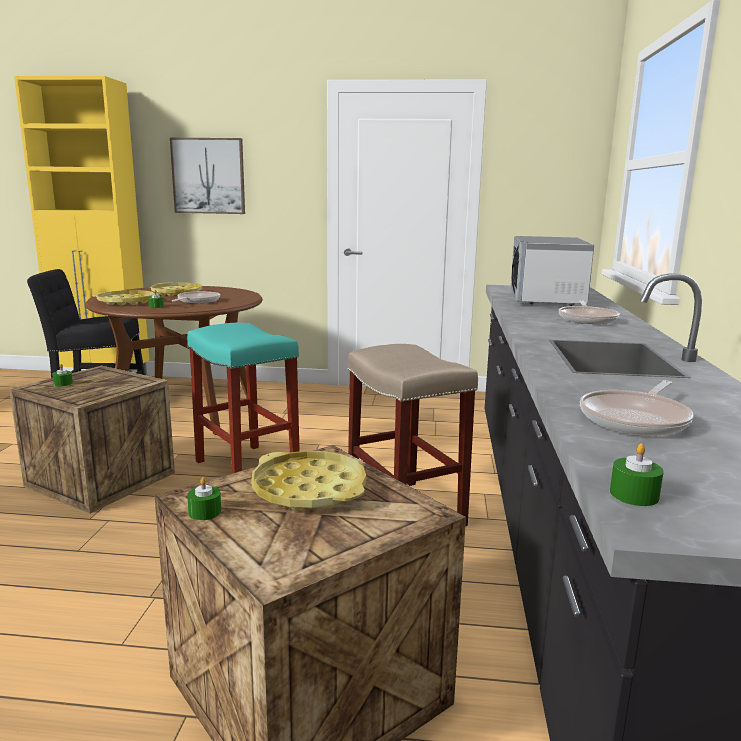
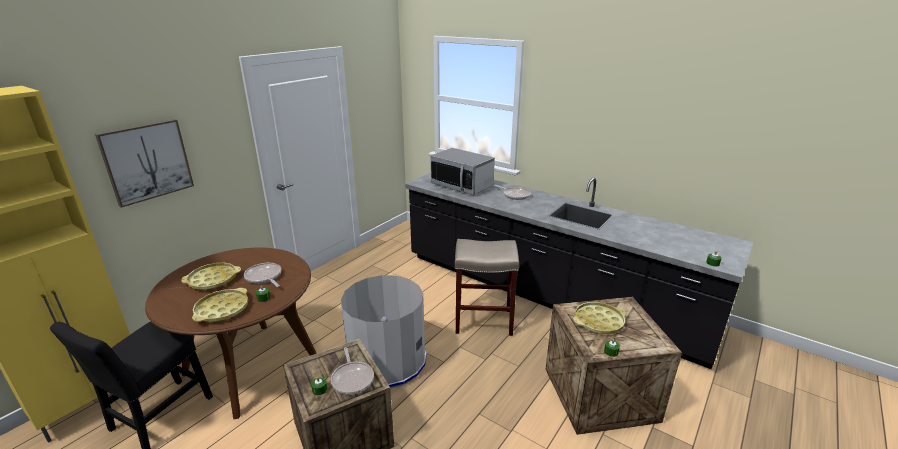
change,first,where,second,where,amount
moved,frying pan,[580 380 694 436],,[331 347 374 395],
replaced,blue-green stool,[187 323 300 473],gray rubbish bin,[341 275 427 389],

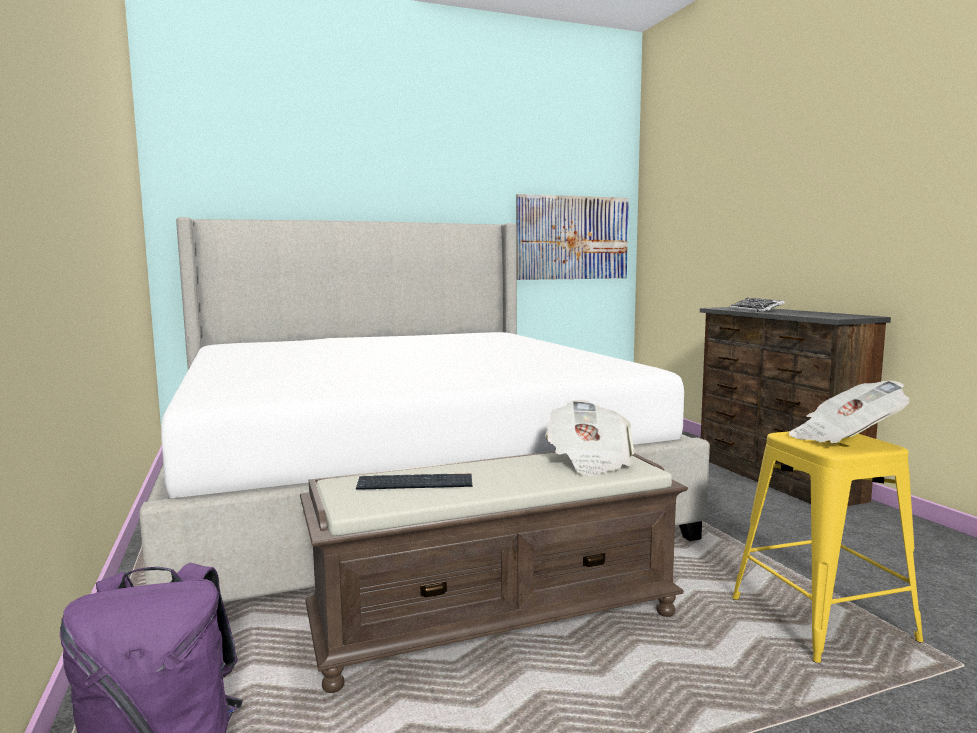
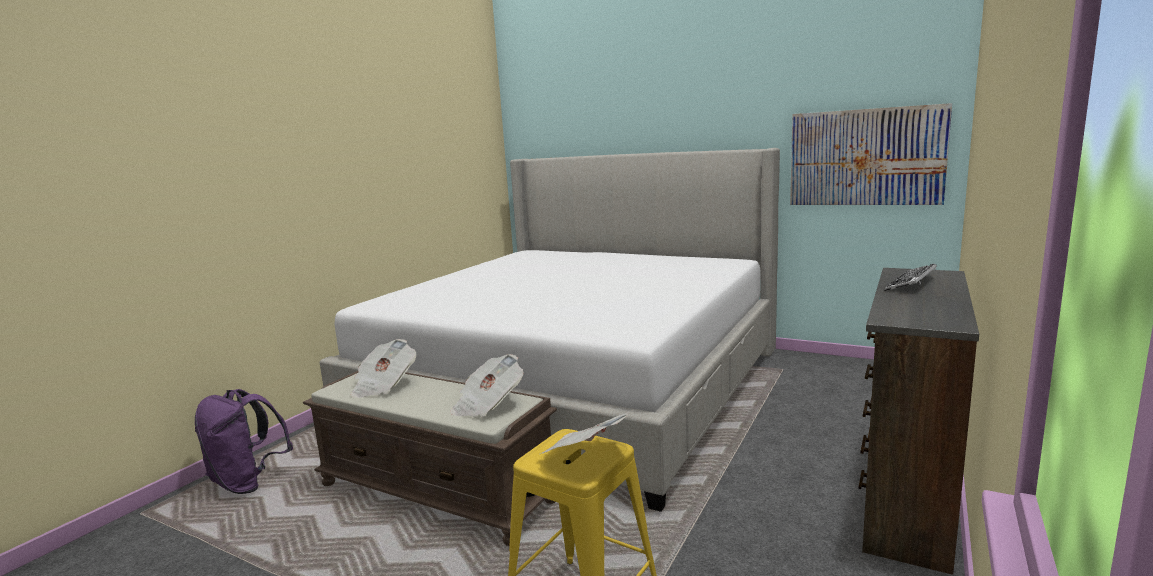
change,first,where,second,where,amount
replaced,keyboard,[356 474 472 490],daily paper,[351 339 416 398],

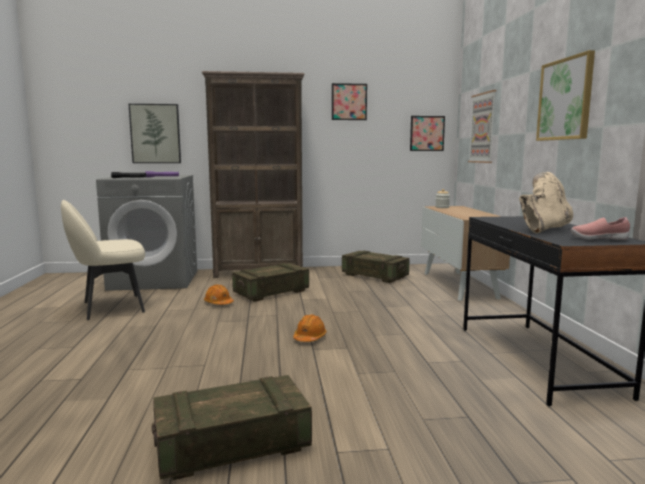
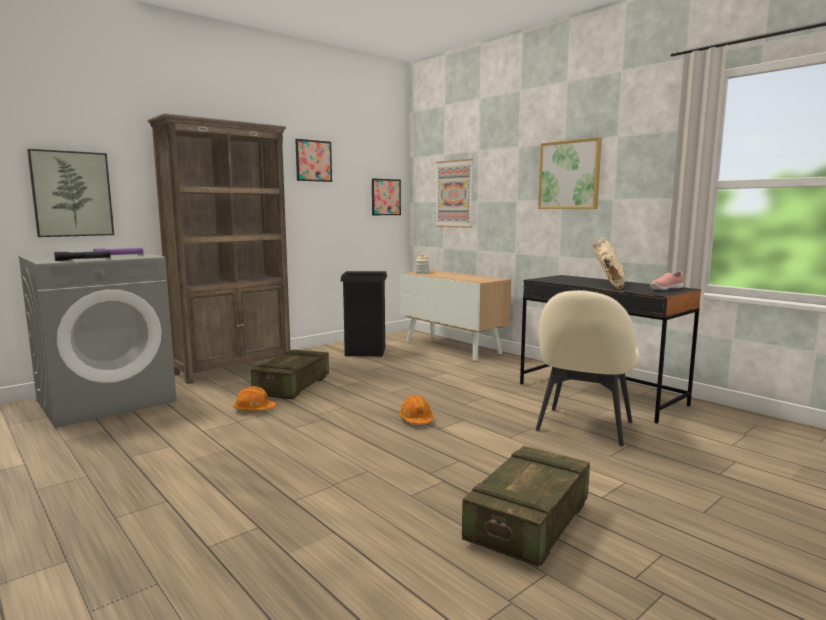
change,first,where,second,where,amount
replaced,crate,[342 251 410 283],black rubbish bin,[340 271 387 356],
moved,beige chair,[61 200 145 320],,[536 290 640 446],

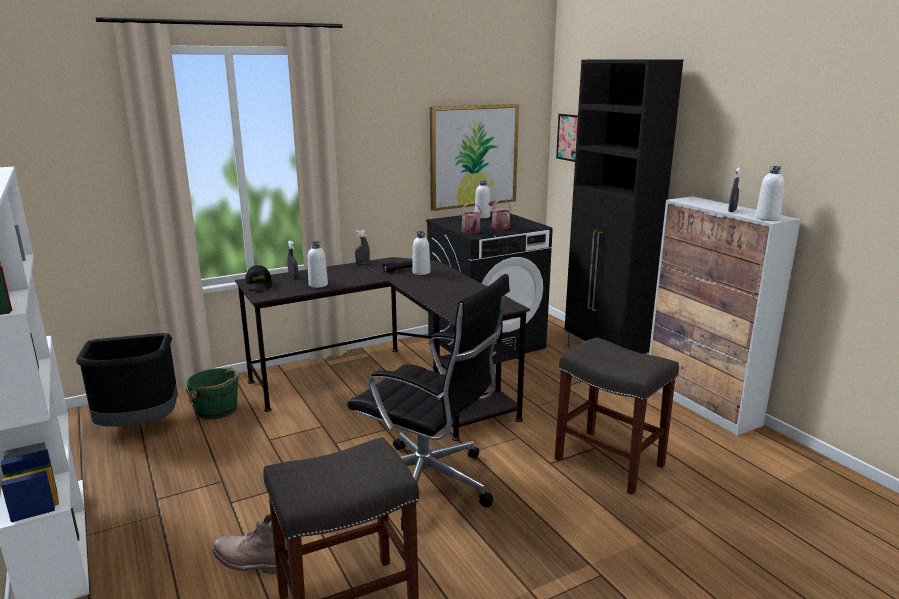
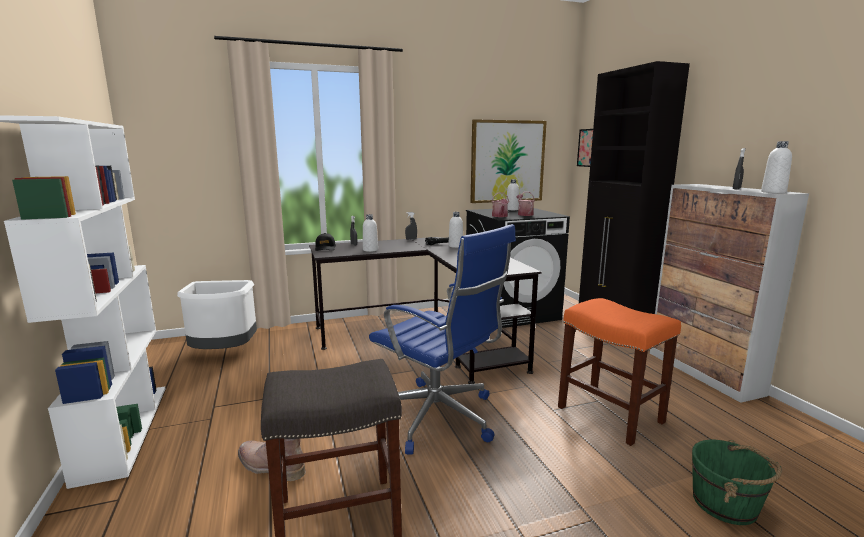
change,first,where,second,where,amount
recoloured,black rubbish bin,[76 333 178 427],white-coloured rubbish bin,[177 280 257 349],
recoloured,black computer chair,[347 274 510 531],blue-coloured computer chair,[369 224 516 455],
recoloured,gray stool,[555 337 679 495],orangey stool,[558 298 681 446],
moved,green-coloured water bucket,[186 367 239 419],,[692 440 782 525],

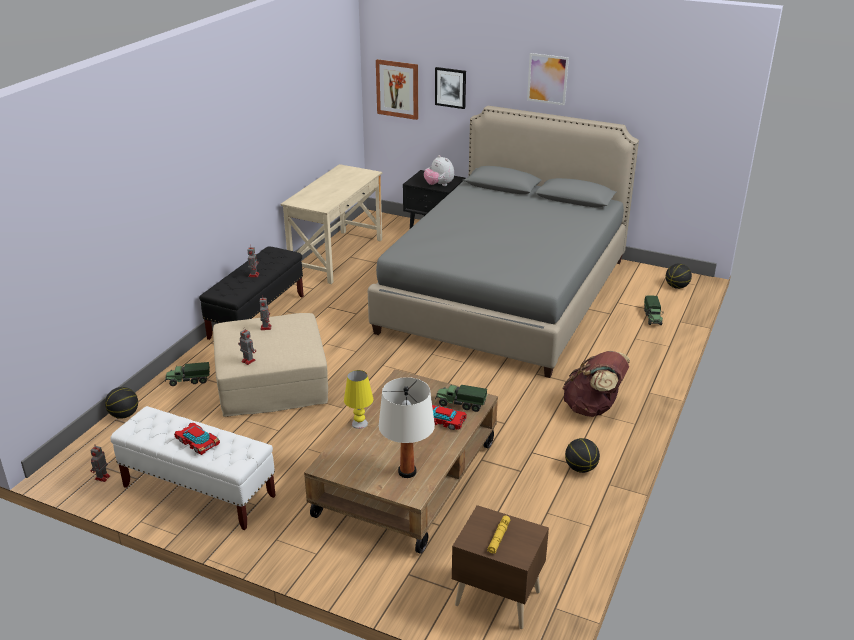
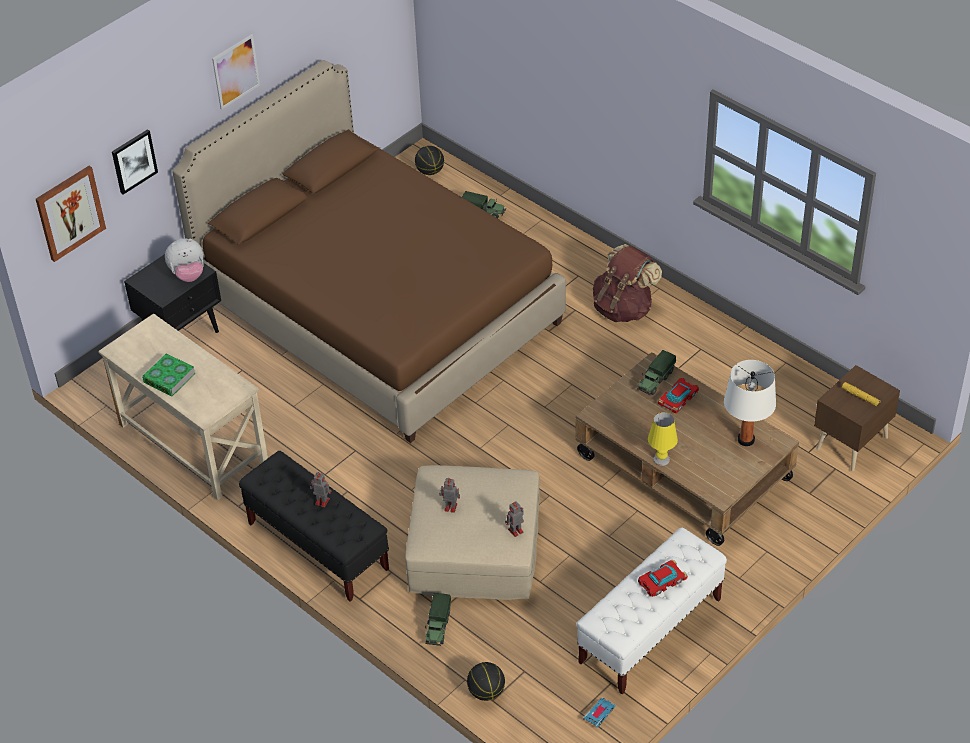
change,first,where,second,where,amount
added,,,book,[142 353 196 396],
recoloured,gray bed,[368 106 639 378],brown bed,[172 60 566 443],
replaced,model robot,[90 444 110 482],miniature car,[583 698 616 728],
removed,basketball,[565 438 600 473],,,

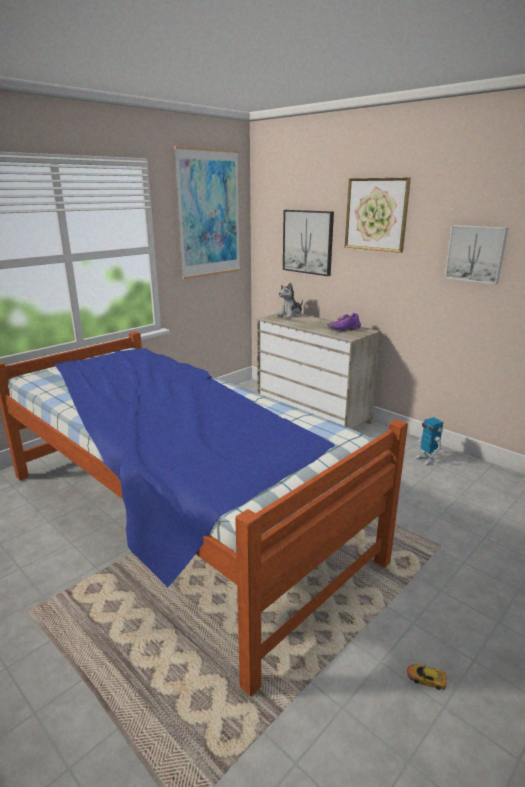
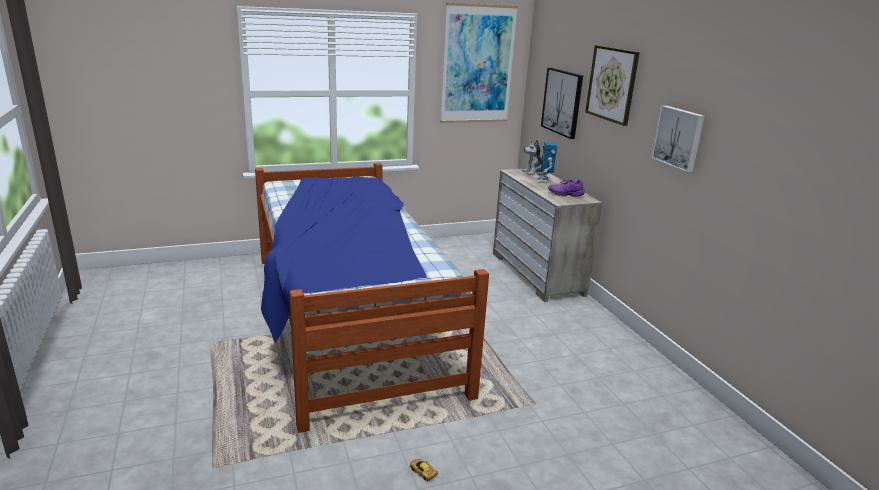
change,first,where,second,where,amount
moved,model robot,[414 417 443 466],,[535 142 557 183],

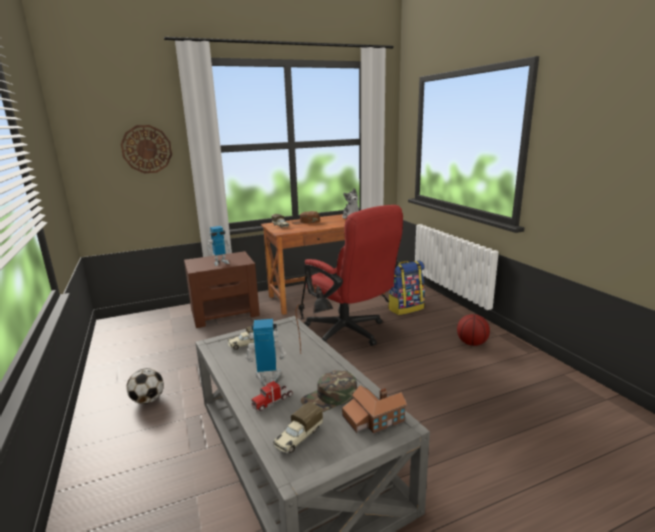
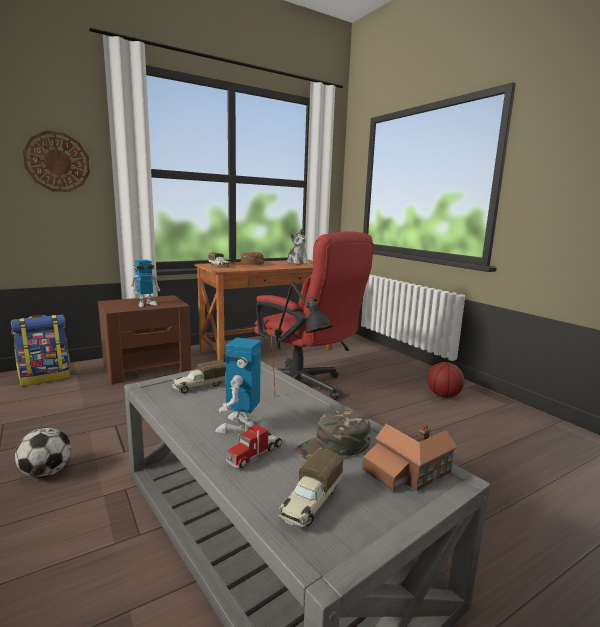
change,first,where,second,where,amount
moved,knapsack,[388 261 425 315],,[11 315 70 386],
turned,model robot,[245 319 287 385],,[215 337 261 434],60 degrees counterclockwise

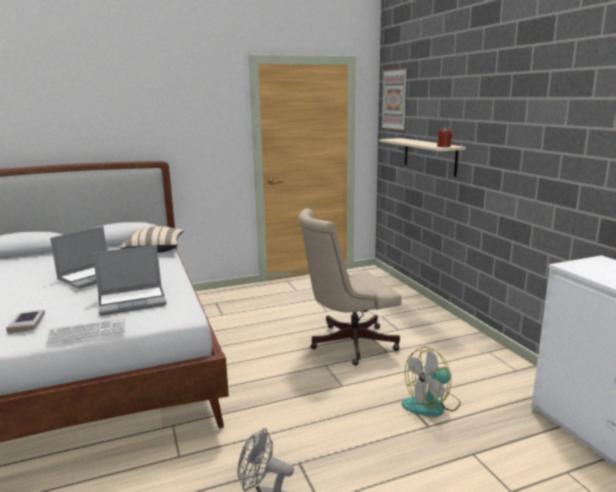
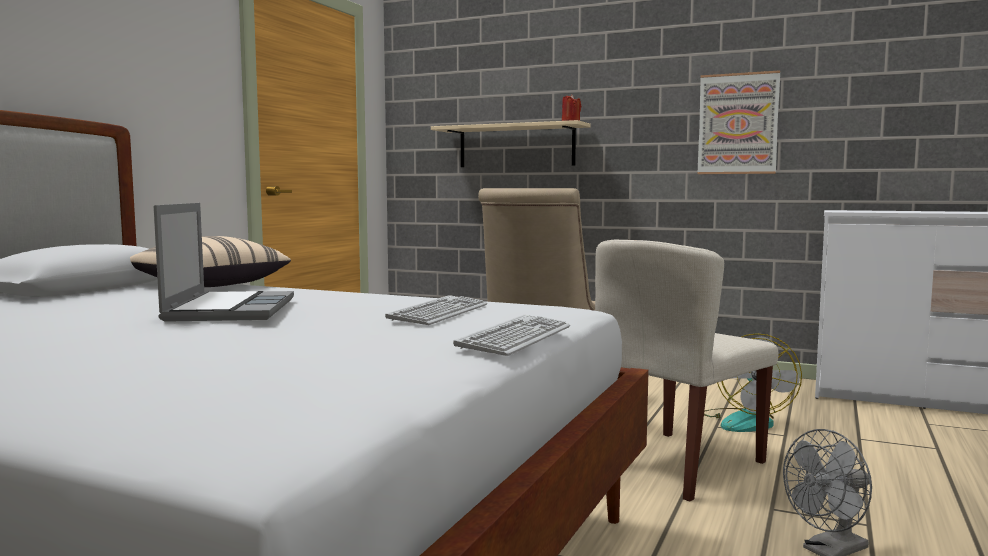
change,first,where,second,where,amount
replaced,laptop,[92 245 167 316],keyboard,[385 295 487 325],
added,,,beige chair,[595 240 778 502],
moved,wall picture,[381 69 408 130],,[697 70 780 174],
removed,book,[6 310 45 334],,,

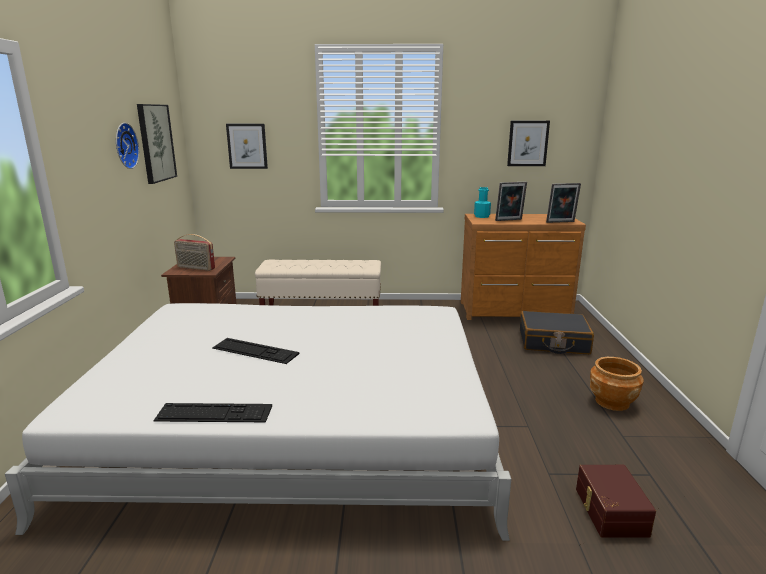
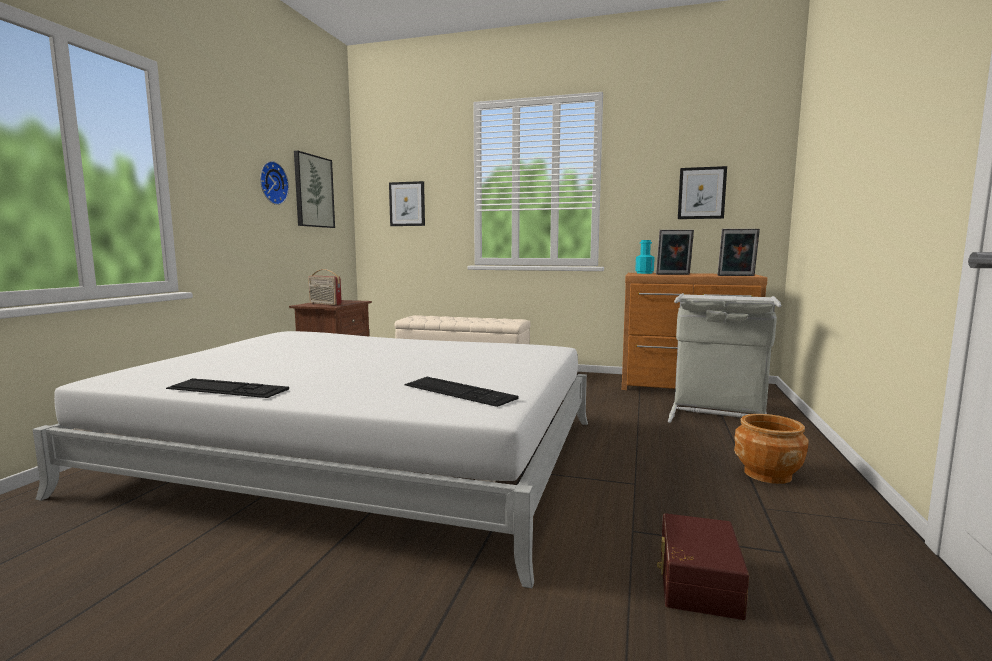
change,first,where,second,where,amount
moved,keyboard,[212 338 299 364],,[404 377 519 407],
replaced,black suitcase,[520 311 594 354],gray washing basket,[668 293 781 423],

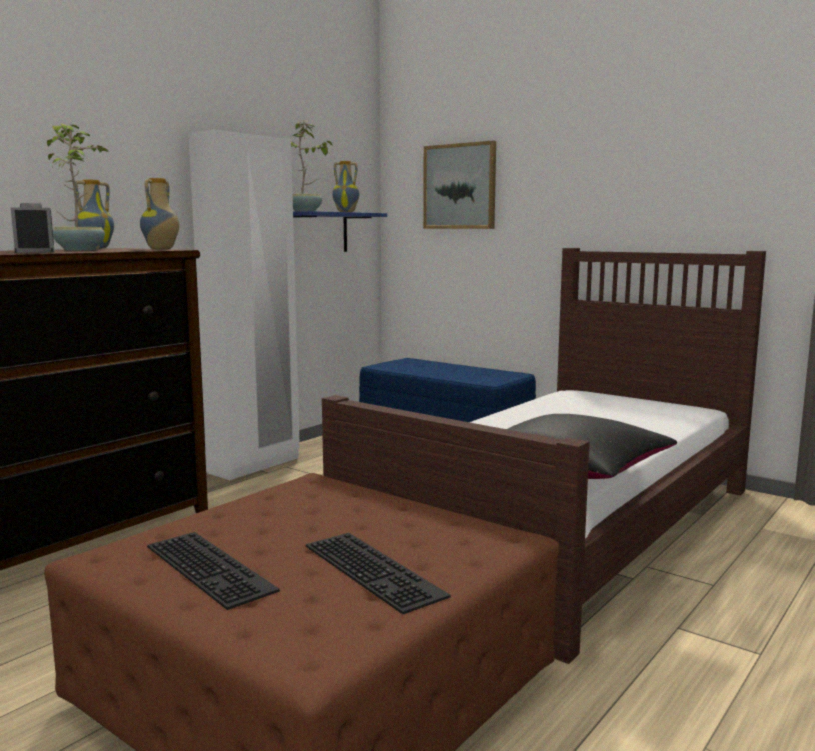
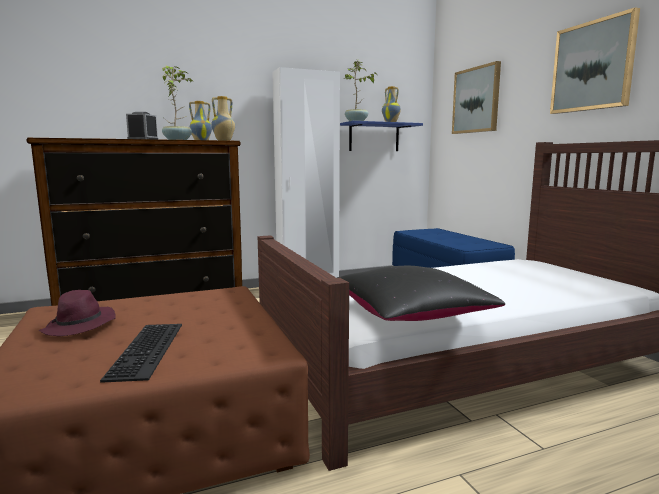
change,first,where,second,where,amount
replaced,keyboard,[147 532 280 610],purple hat,[39 290 116 336],
added,,,wall picture,[550 7 640 114],

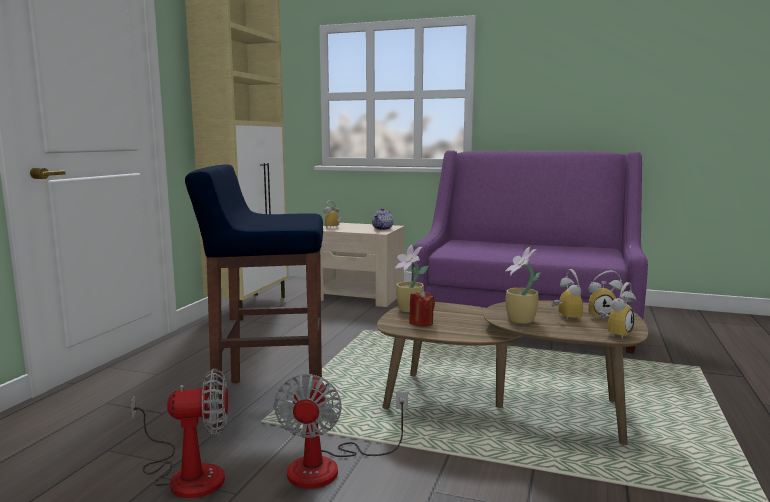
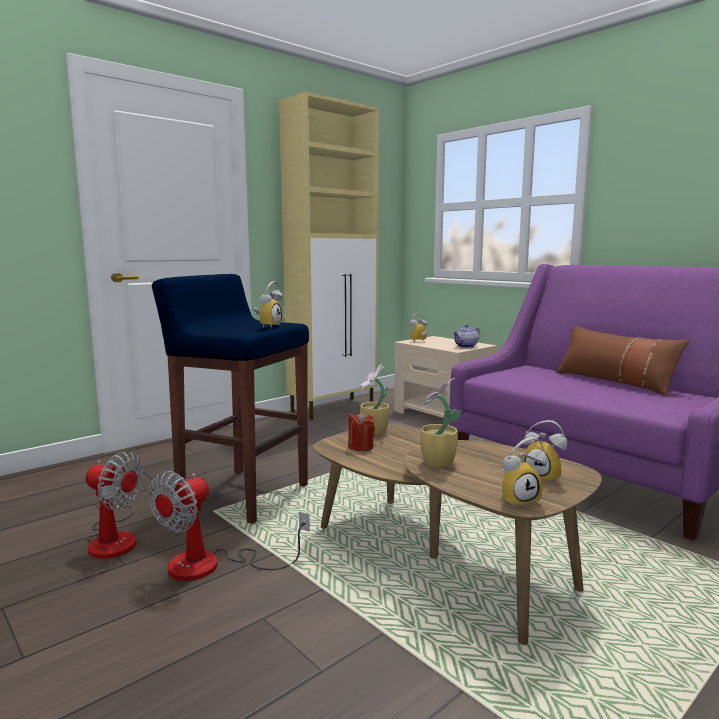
change,first,where,second,where,amount
moved,alarm clock,[551 269 583 320],,[253 281 283 328],
added,,,brown pillow,[556 326 690 396],

